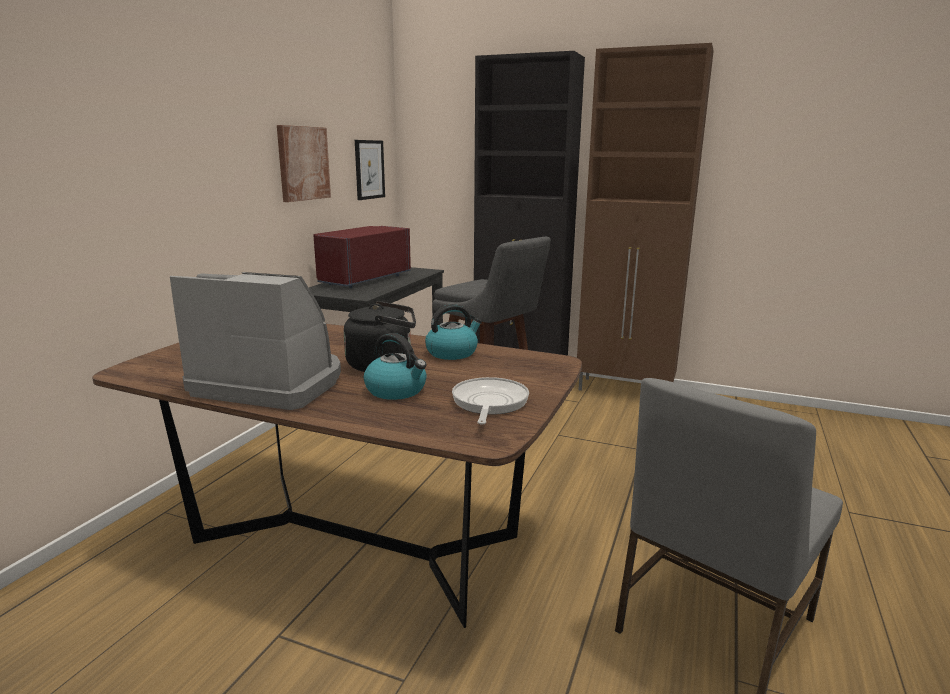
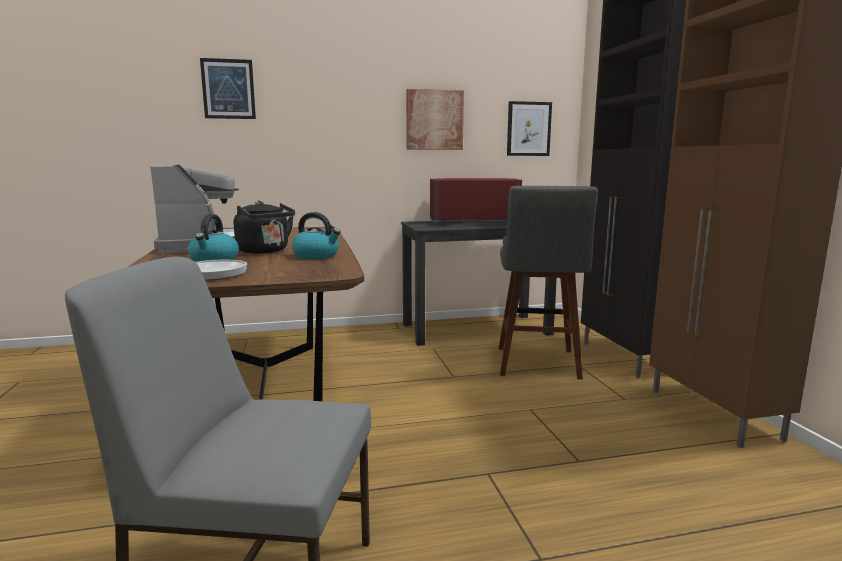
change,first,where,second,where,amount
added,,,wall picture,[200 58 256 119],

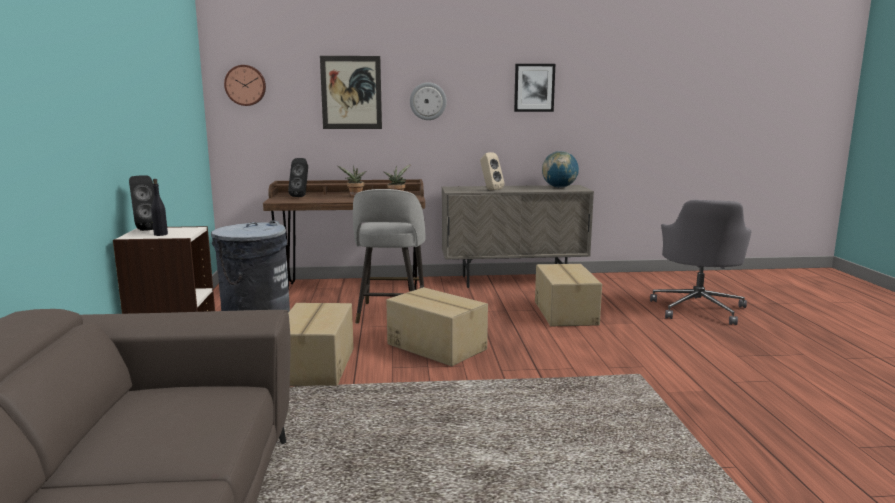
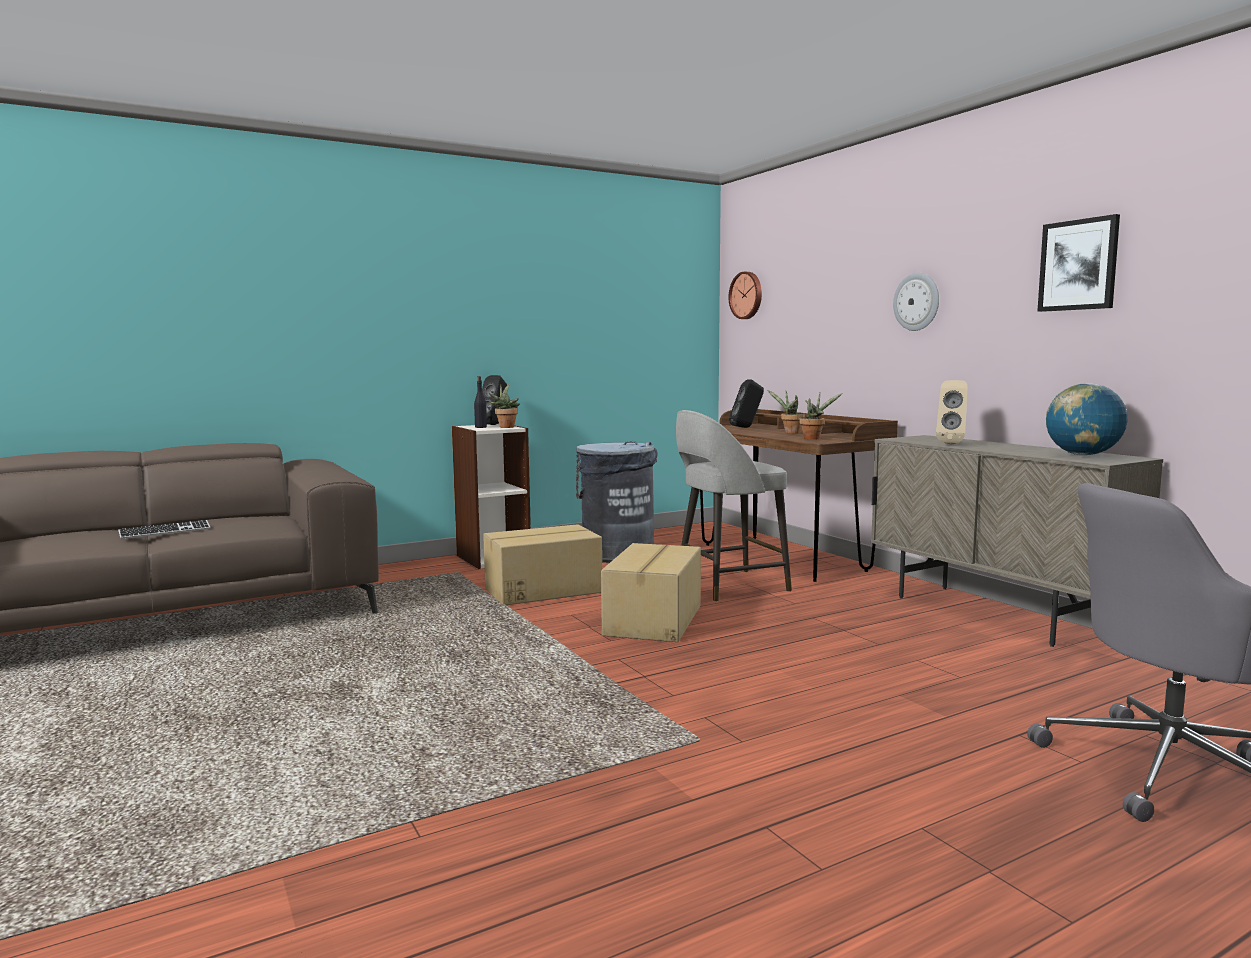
change,first,where,second,where,amount
added,,,keyboard,[118 520 211 539],
added,,,plant in a pot,[489 384 520 428],
removed,wall picture,[320 56 382 129],,,
removed,packing box,[535 264 602 326],,,

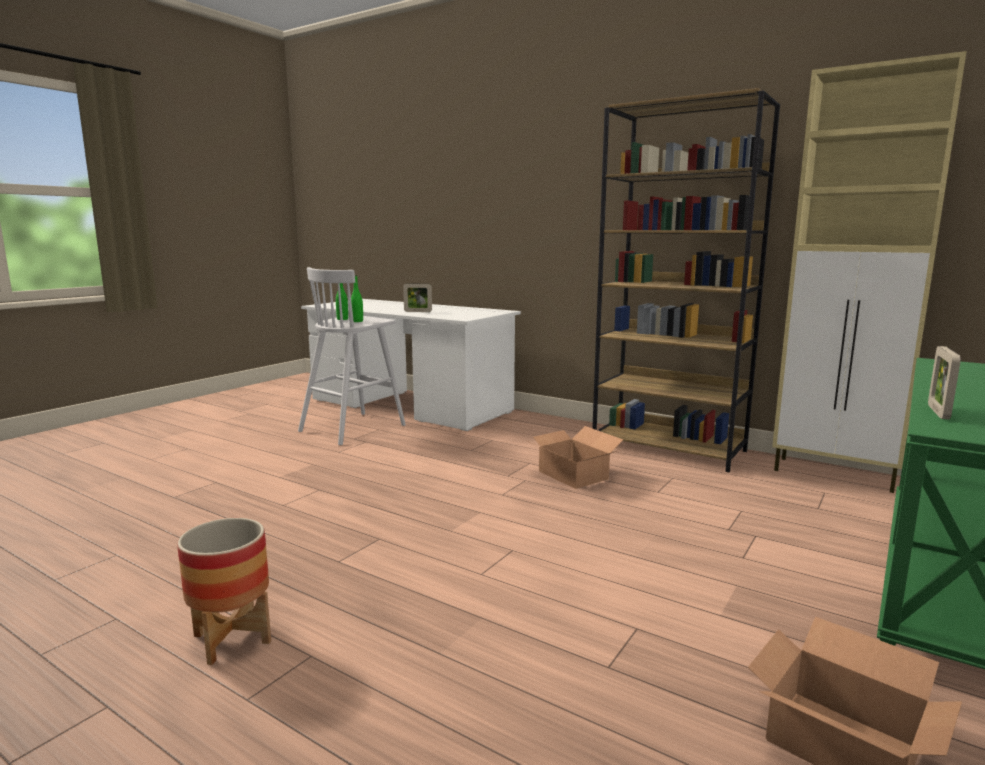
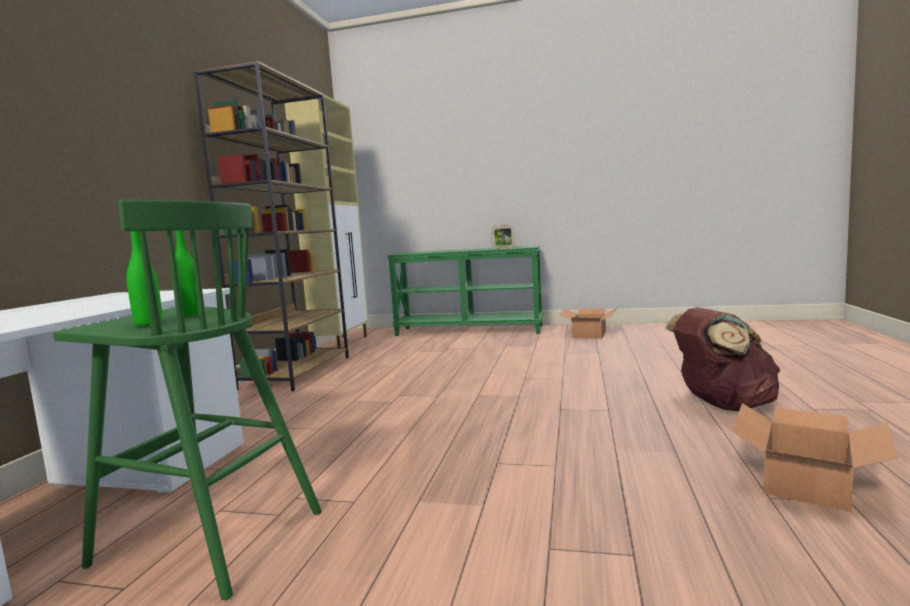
change,first,where,second,where,amount
recoloured,white-coloured stool,[298 267 406 445],green-coloured stool,[53 200 322 600],
replaced,plant pot,[177 518 271 665],brown knapsack,[665 307 780 411],
moved,packing box,[525 426 623 489],,[731 403 898 512],
removed,standing frame,[403 284 432 312],,,

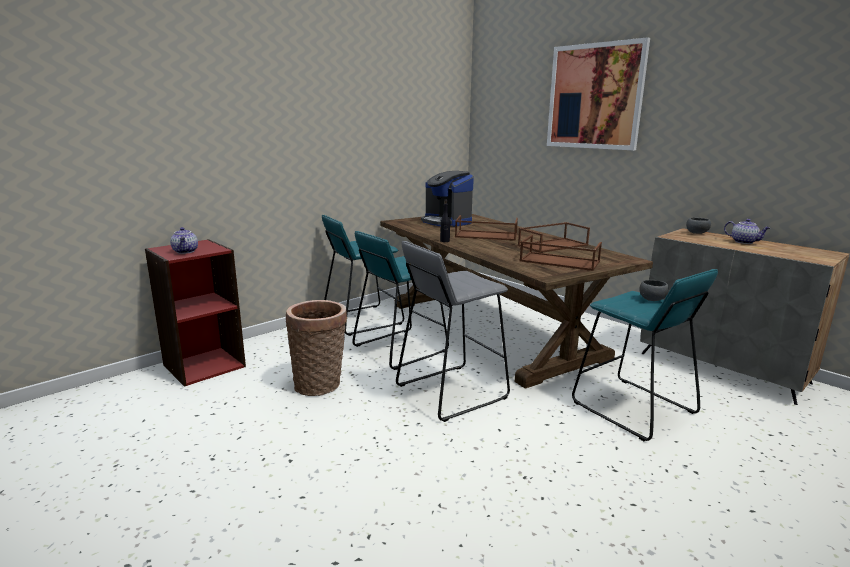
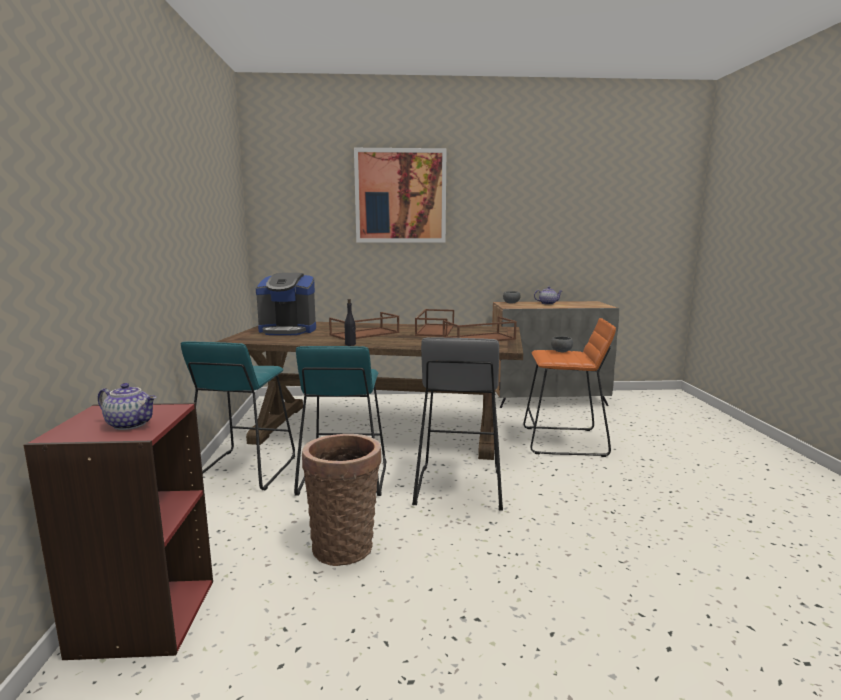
change,first,where,second,where,amount
recoloured,blue-green stool,[572 269 718 441],orangey stool,[523 318 616 457],

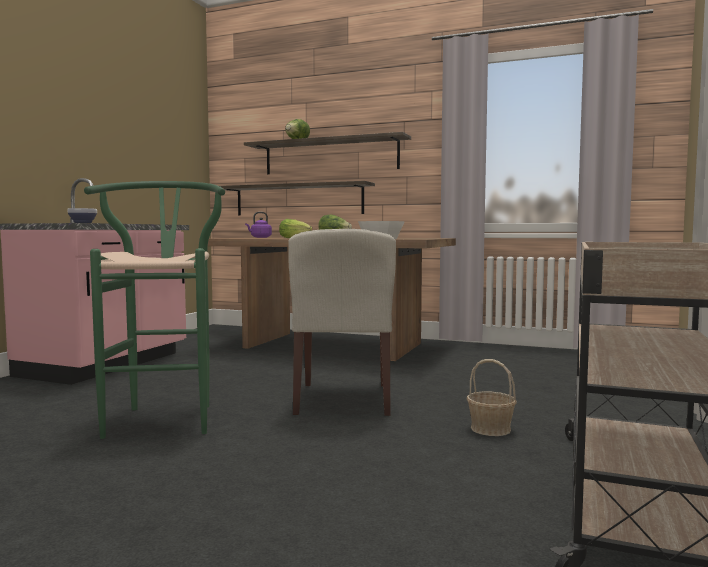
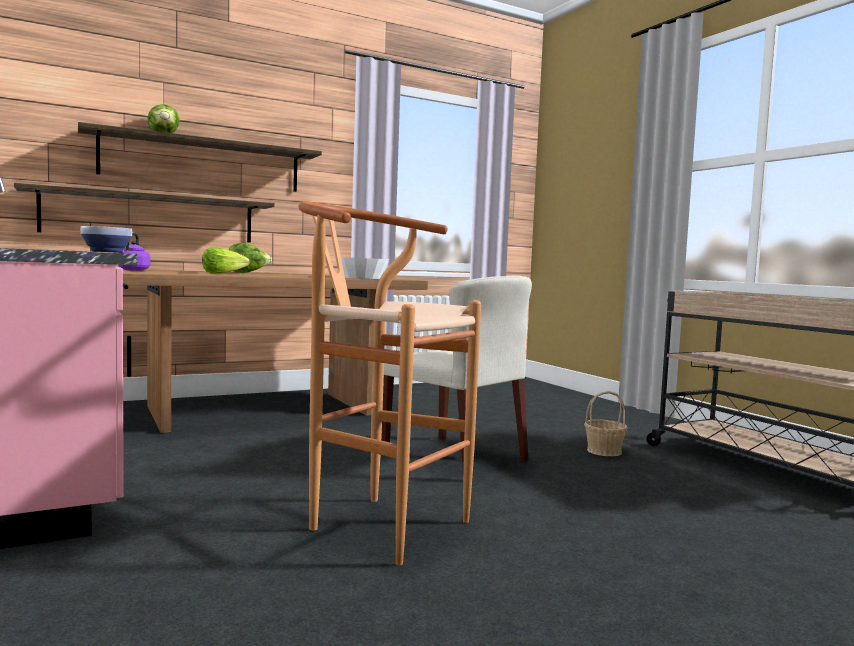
change,first,where,second,where,amount
recoloured,green-coloured stool,[84 181 225 439],brown stool,[298 201 481 566],

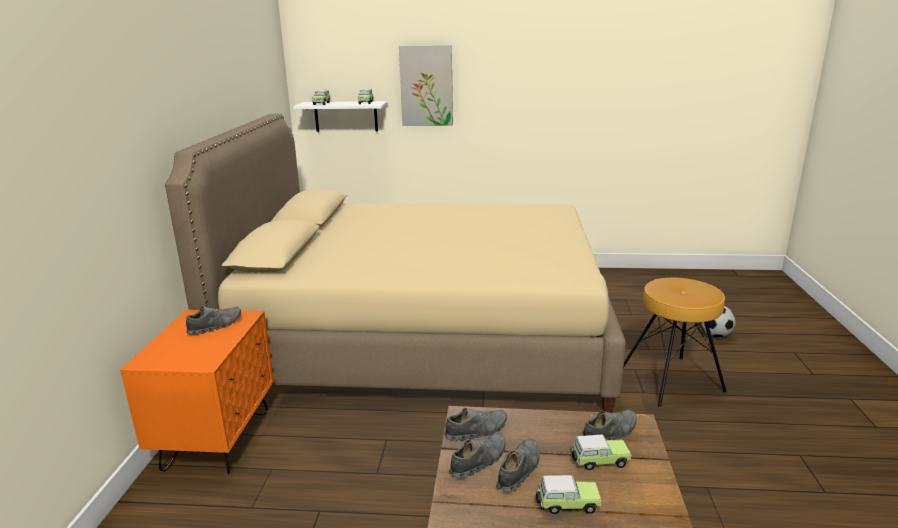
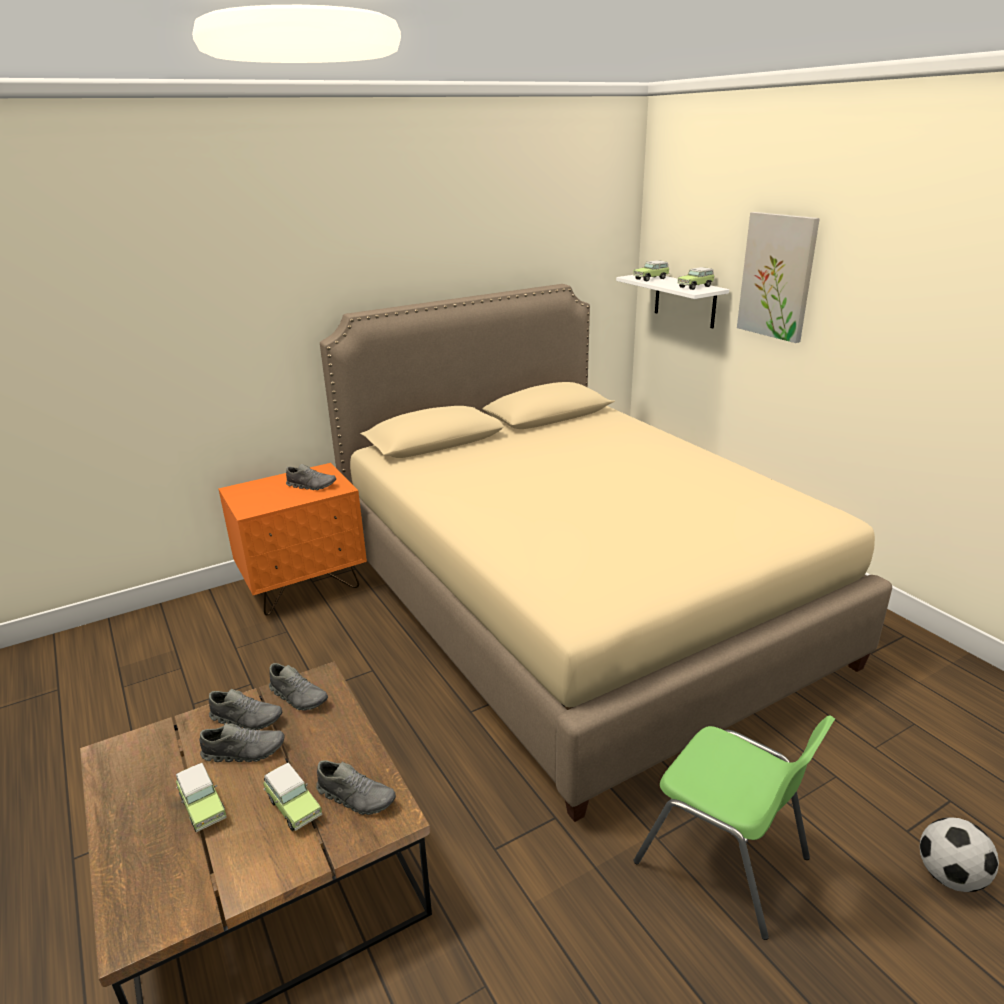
change,first,where,second,where,amount
replaced,brown stool,[624 278 727 407],green-coloured chair,[634 715 835 940],

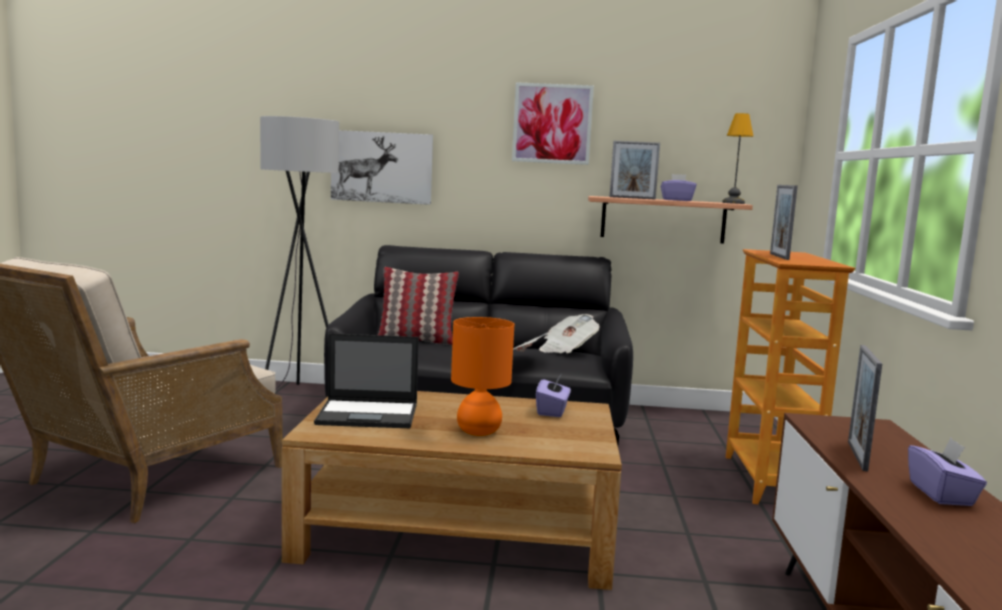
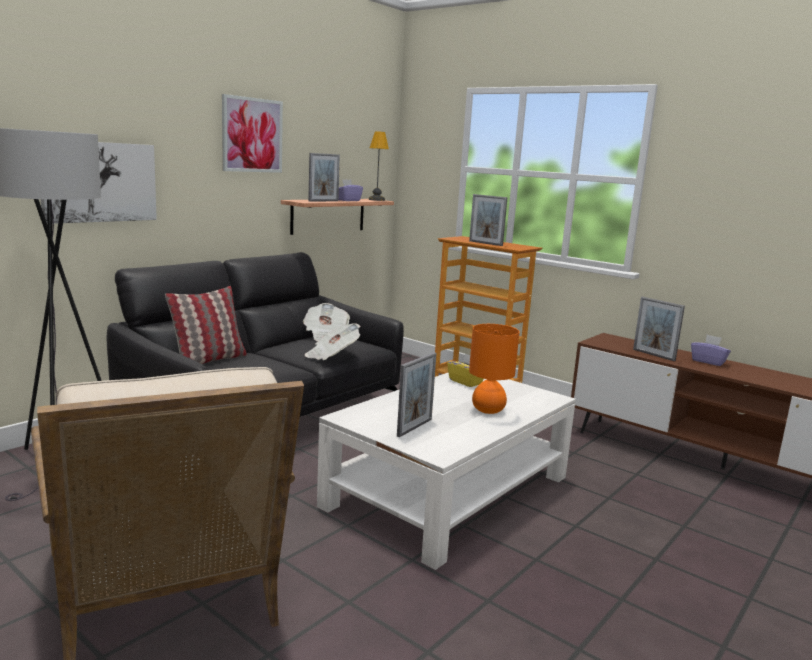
change,first,where,second,where,amount
recoloured,brown lounge table,[282 391 622 590],white-coloured lounge table,[317 373 576 570],
replaced,laptop,[314 333 419 428],standing frame,[397 352 437 437],
recoloured,purple tissue holder,[536 375 571 417],yellow tissue holder,[447 353 483 387],

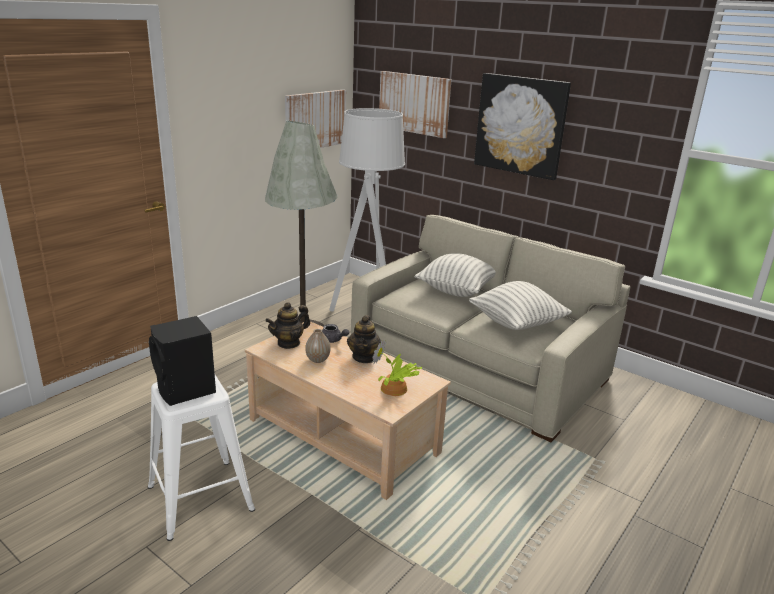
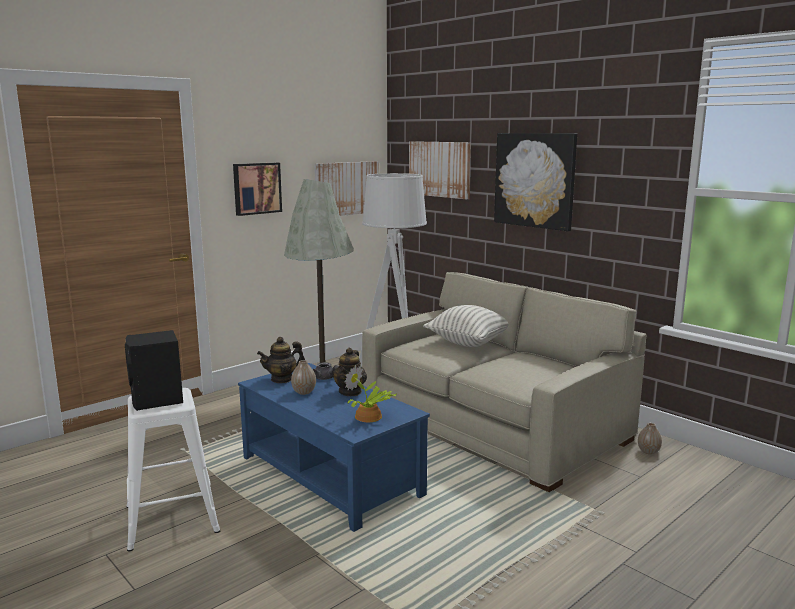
change,first,where,second,where,amount
added,,,wall picture,[233 163 282 216],
recoloured,beige lounge table,[245 321 451 500],blue-coloured lounge table,[238 363 430 532],
added,,,vase,[638 423 662 455],
removed,pillow,[469 281 572 330],,,

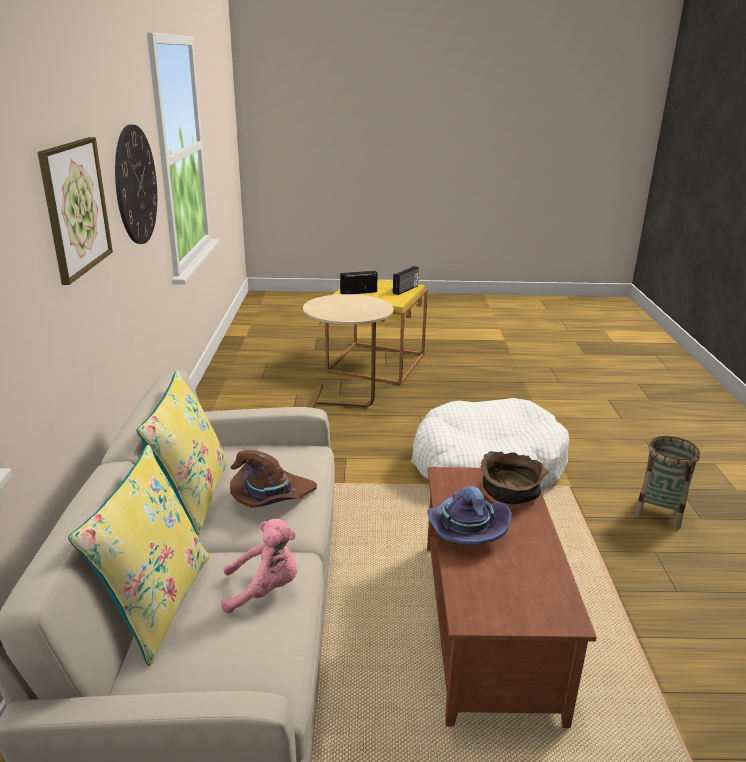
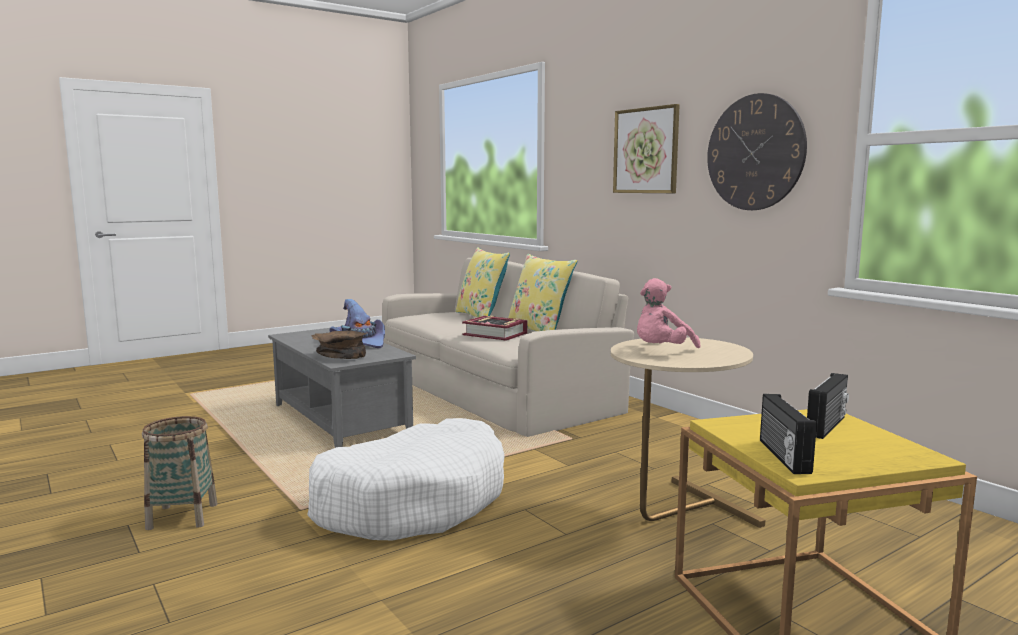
change,first,where,second,where,amount
recoloured,brown lounge table,[427 467 597 728],gray lounge table,[268 328 416 448],
replaced,brown hat,[230 450 317 508],book,[462 316 527 341],
moved,pink-coloured plush toy,[221 519 297 613],,[637 278 701 348],

